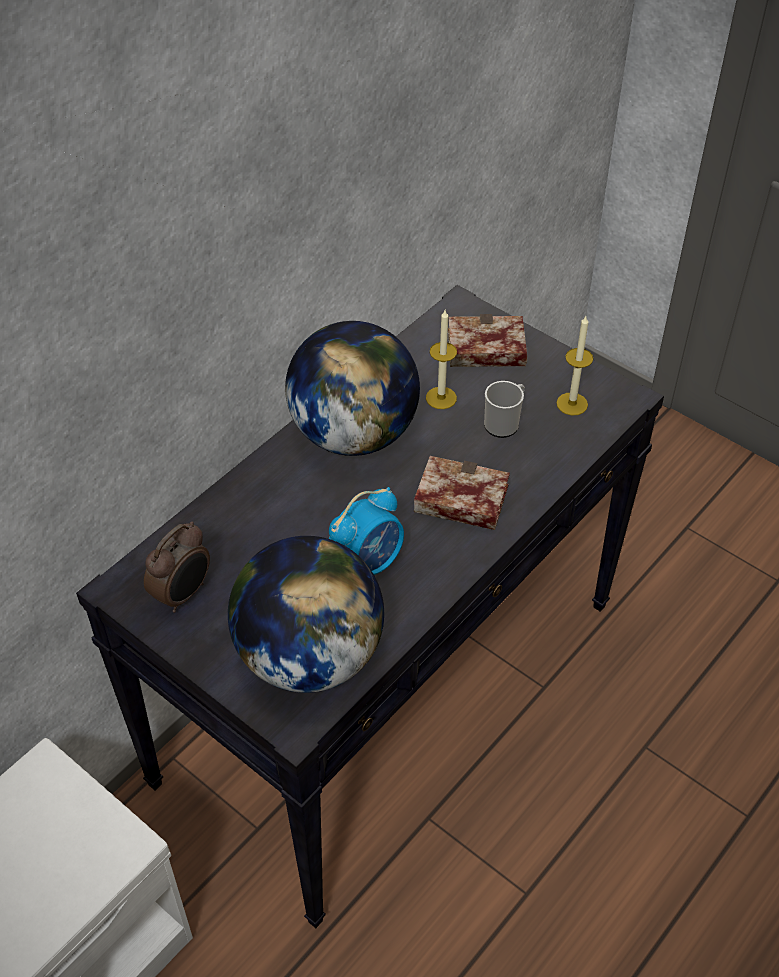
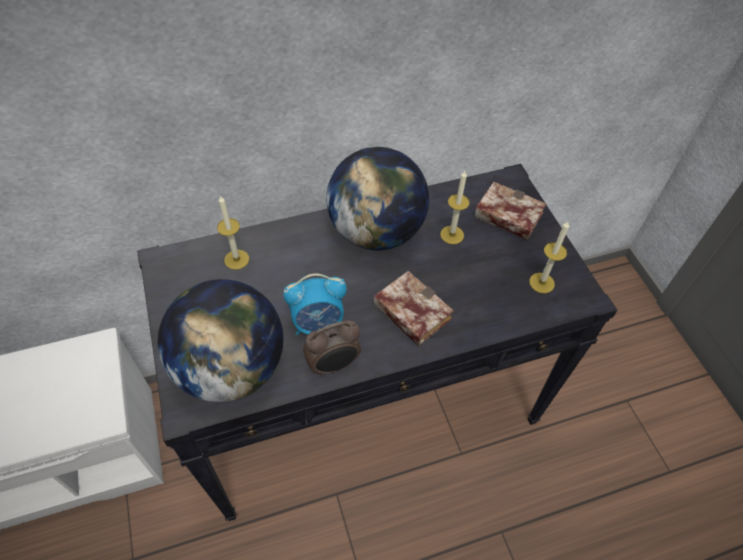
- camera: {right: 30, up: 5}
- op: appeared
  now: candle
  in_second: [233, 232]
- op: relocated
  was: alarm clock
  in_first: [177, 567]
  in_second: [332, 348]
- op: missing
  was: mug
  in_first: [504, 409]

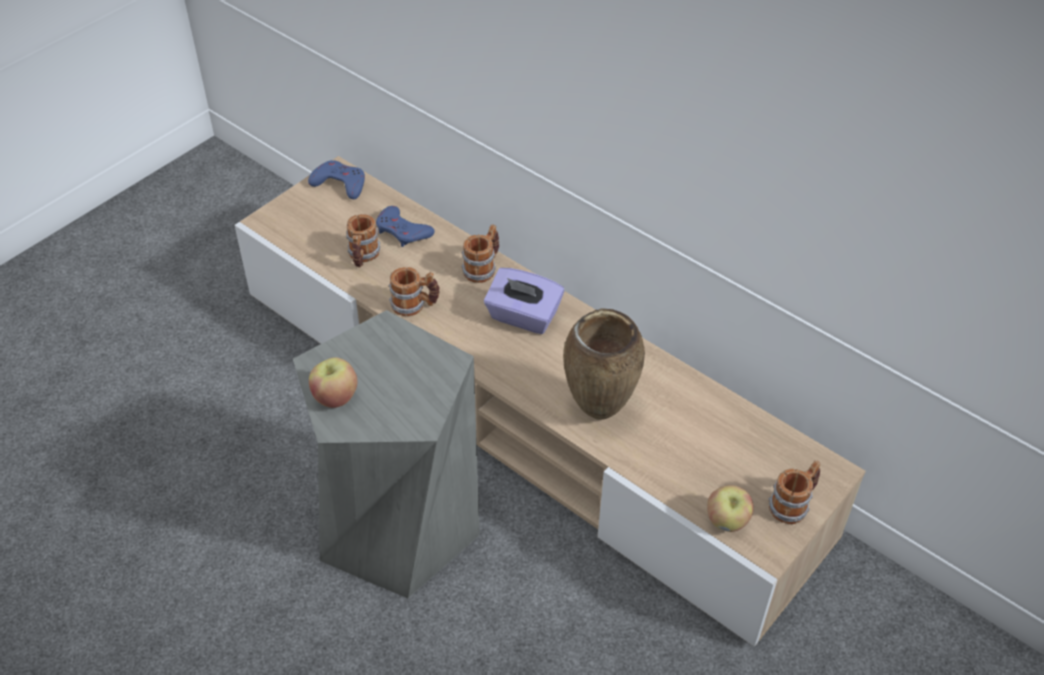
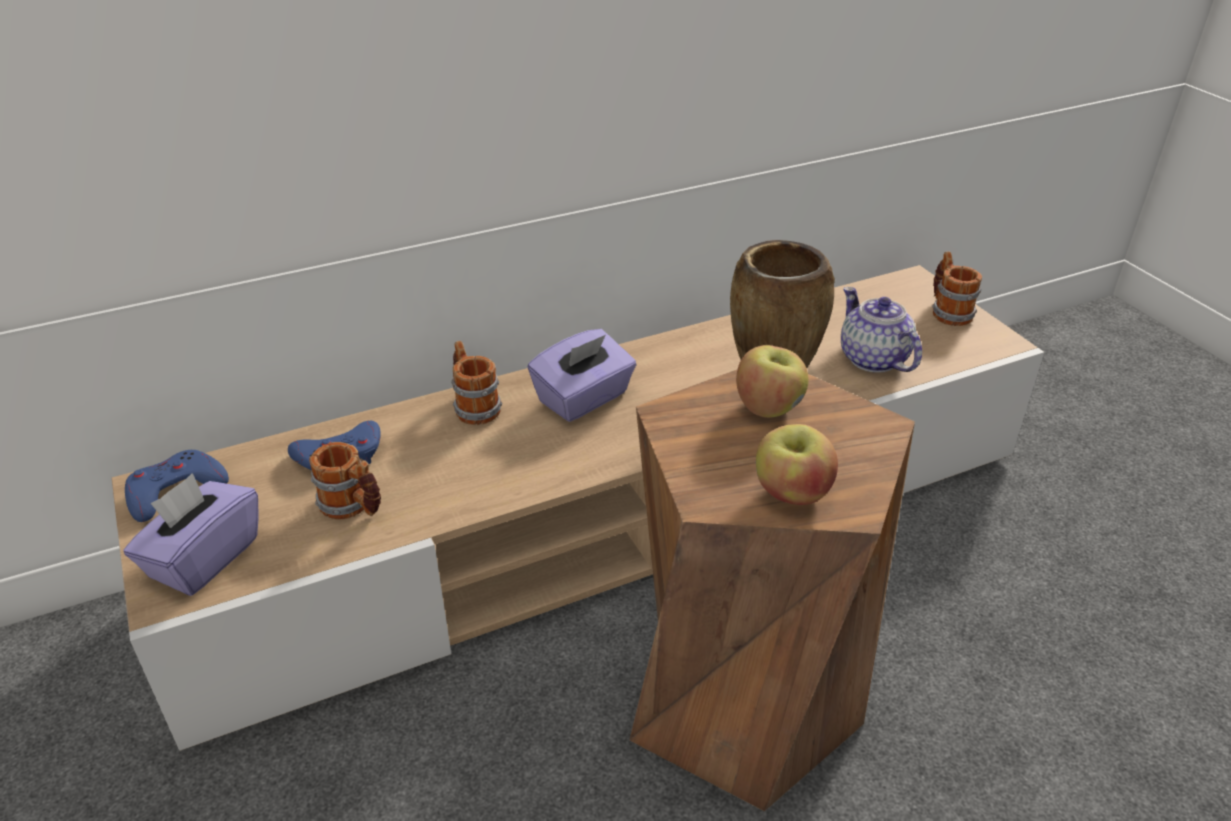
- camera: {right: -65, up: -10}
- op: appeared
  now: tissue box (purple)
  in_second: [191, 534]
- op: colour
  was: stool (grey)
  now: stool (brown)
  in_first: [386, 454]
  in_second: [772, 590]
- op: relocated
  was: apple
  in_first: [730, 508]
  in_second: [772, 381]
- op: appeared
  now: teapot
  in_second: [881, 330]
- op: missing
  was: mug
  in_first: [414, 291]

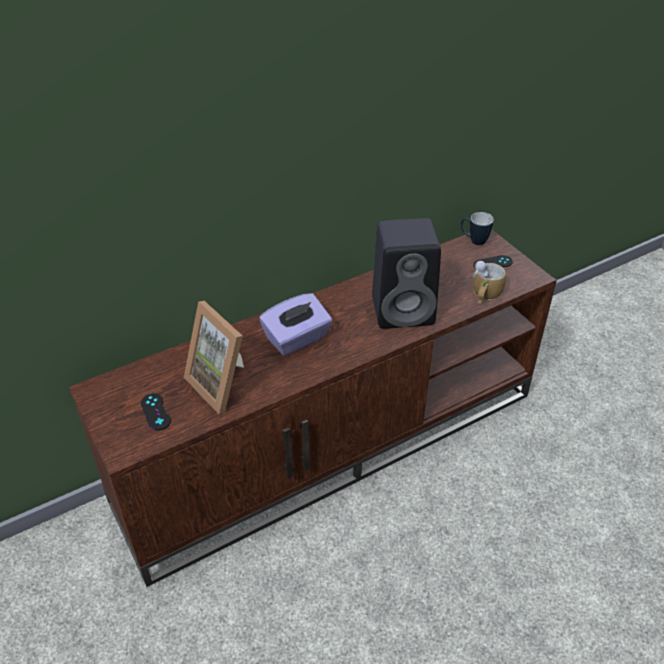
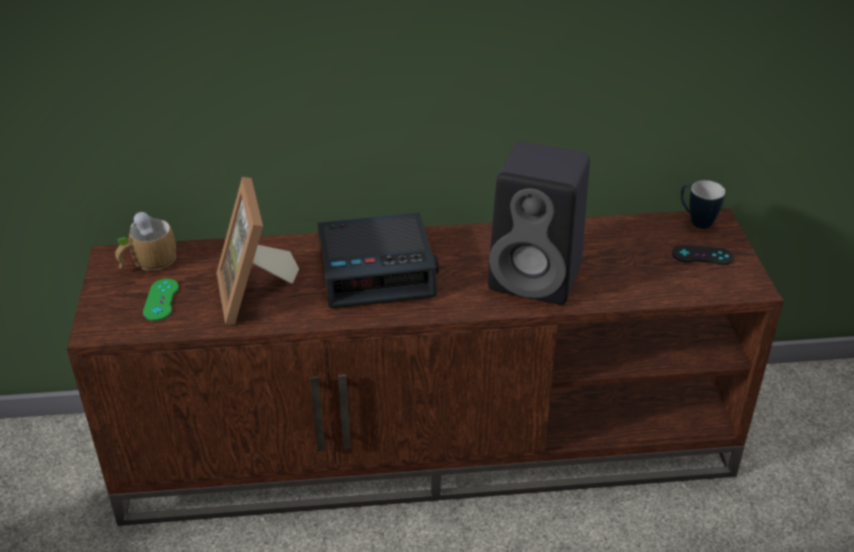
- camera: {right: 25, up: -5}
- op: relocated
  was: mug
  in_first: [489, 282]
  in_second: [145, 241]
- op: colour
  was: game controller (black)
  now: game controller (green)
  in_first: [156, 412]
  in_second: [161, 300]
- op: exchanged
  was: tissue box (purple)
  now: alarm clock
  in_first: [295, 324]
  in_second: [378, 260]

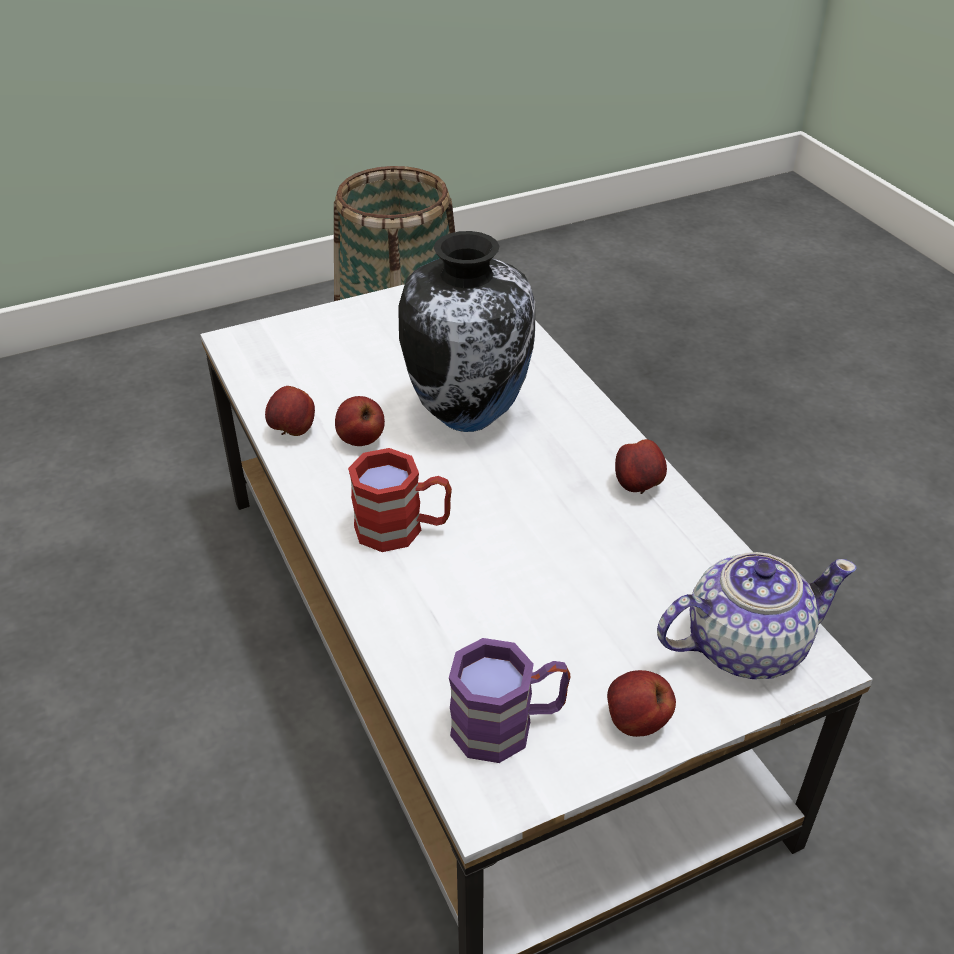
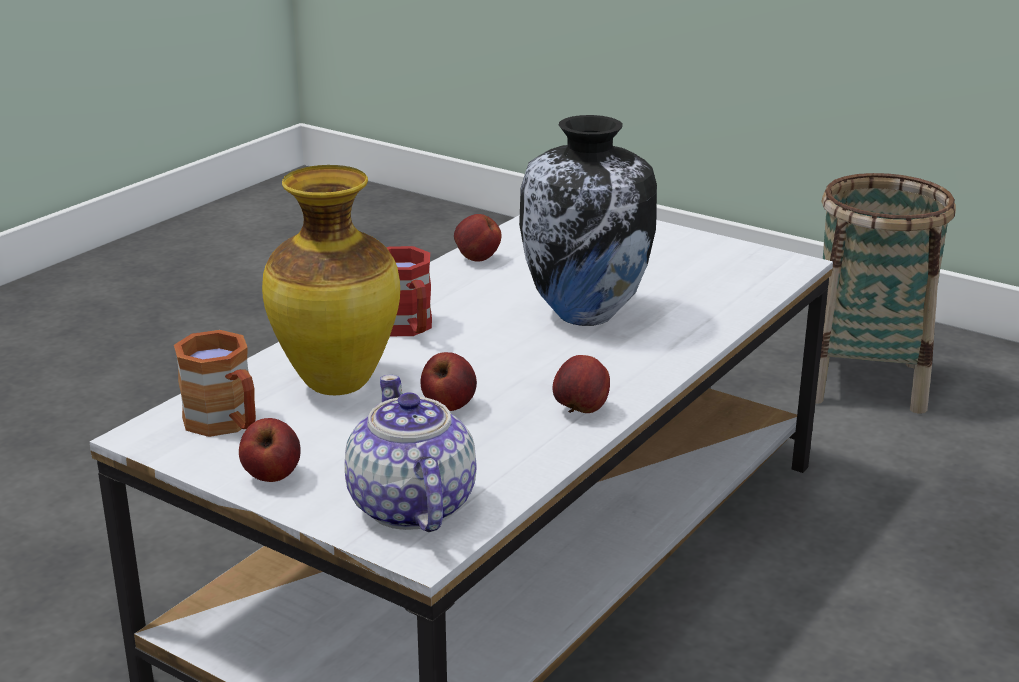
- camera: {right: 60, up: -15}
- op: colour
  was: mug (purple)
  now: mug (brown)
  in_first: [509, 700]
  in_second: [215, 383]
- op: appeared
  now: vase
  in_second: [331, 280]
- op: spun
  was: teapot
  in_first: [757, 615]
  in_second: [411, 453]
  clockwise: -150
- op: relocated
  was: apple
  in_first: [360, 421]
  in_second: [448, 381]

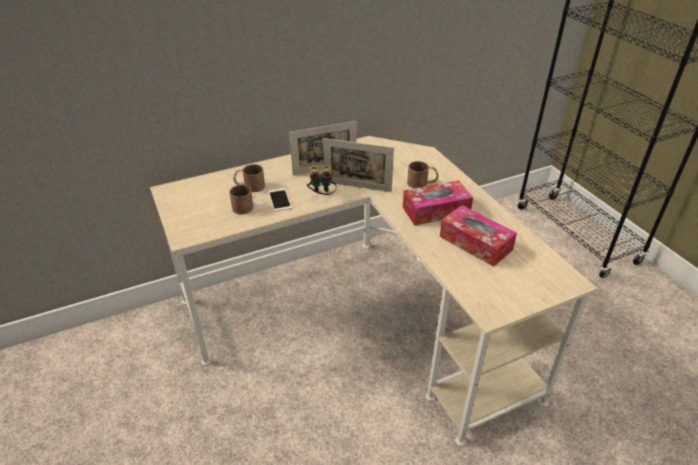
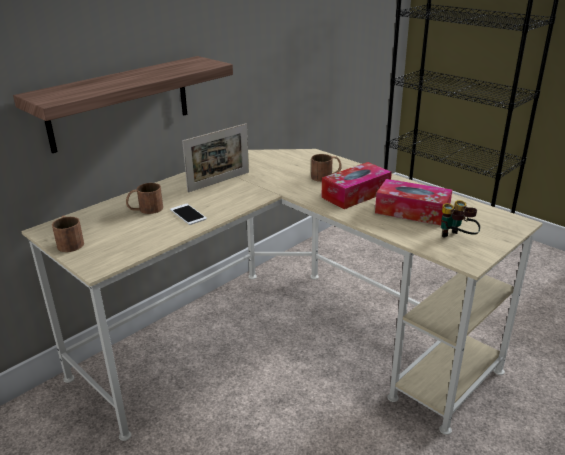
- camera: {right: -20, up: -10}
- op: appeared
  now: shelf
  in_second: [123, 104]
- op: relocated
  was: mug (brown)
  in_first: [241, 198]
  in_second: [68, 233]
- op: relocated
  was: binoculars
  in_first: [321, 180]
  in_second: [460, 218]
- op: missing
  was: picture frame
  in_first: [358, 165]

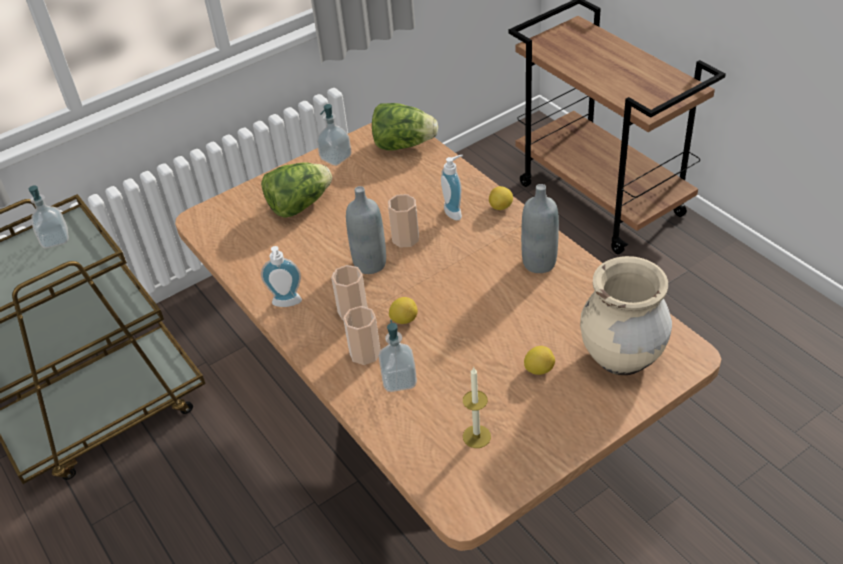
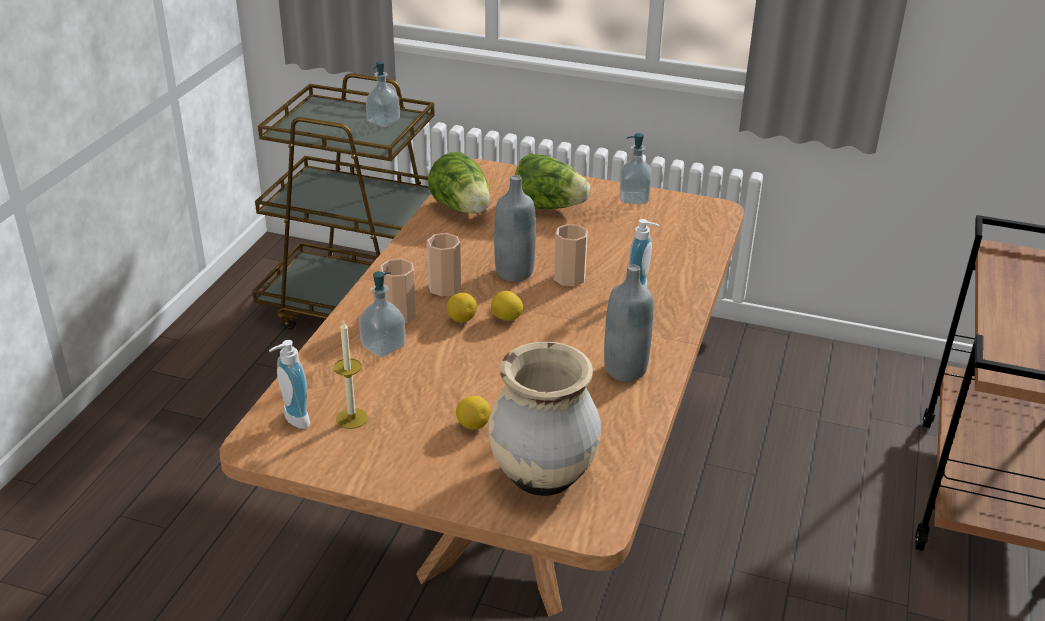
- camera: {right: 50, up: -10}
- op: relocated
  was: soap dispenser
  in_first: [281, 276]
  in_second: [289, 384]
- op: relocated
  was: lettuce
  in_first: [405, 126]
  in_second: [459, 183]
- op: relocated
  was: lemon
  in_first: [501, 198]
  in_second: [507, 306]

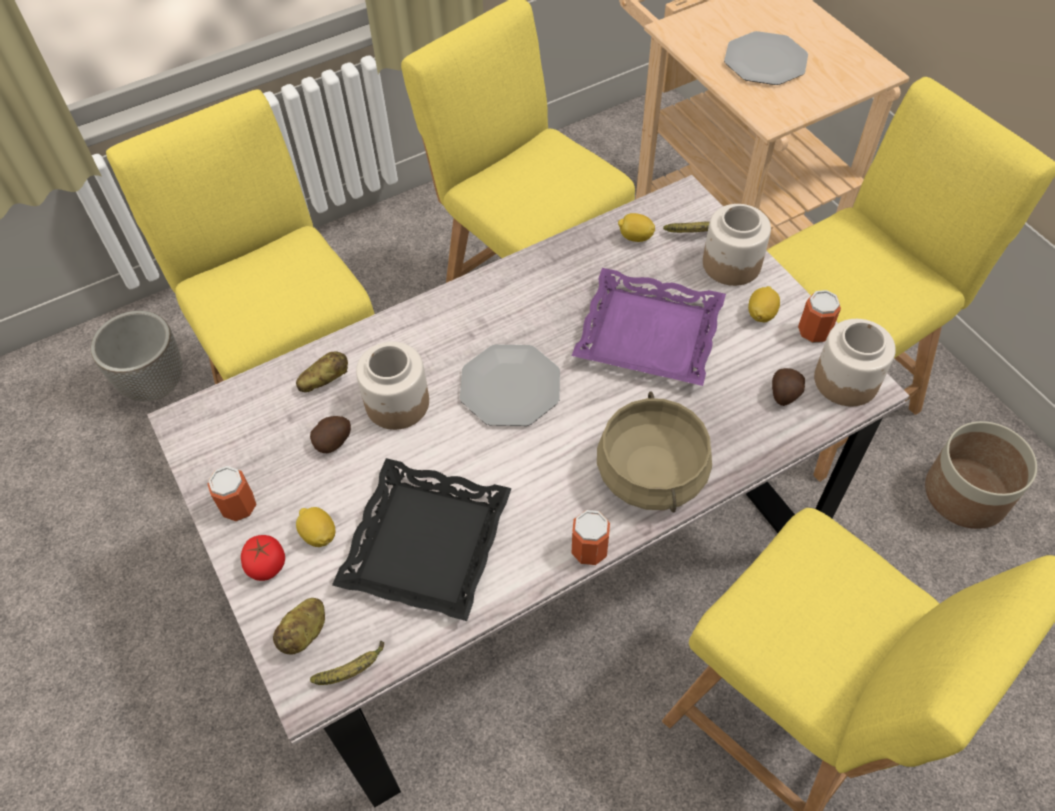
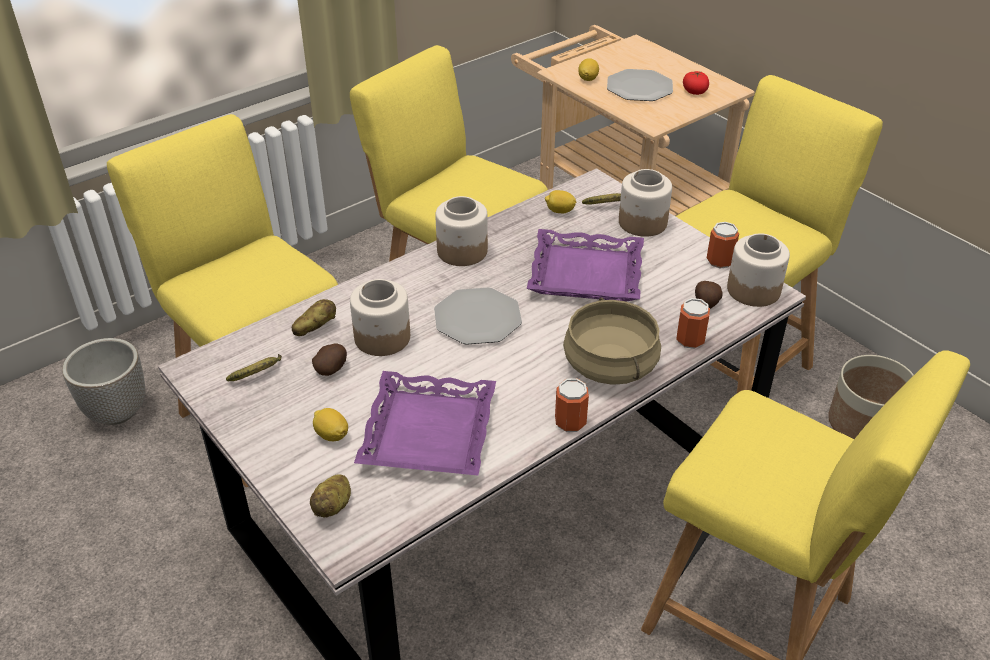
- camera: {right: -10, up: -15}
- op: relocated
  was: banana
  in_first: [347, 663]
  in_second: [254, 367]
- op: colour
  was: tray (black)
  now: tray (purple)
  in_first: [422, 539]
  in_second: [425, 423]
- op: appeared
  now: jar
  in_second: [461, 231]
- op: relocated
  was: lemon
  in_first: [764, 304]
  in_second: [588, 69]
- op: relocated
  was: can
  in_first: [232, 493]
  in_second: [693, 323]
- op: relocated
  was: tomato
  in_first: [263, 558]
  in_second: [696, 83]

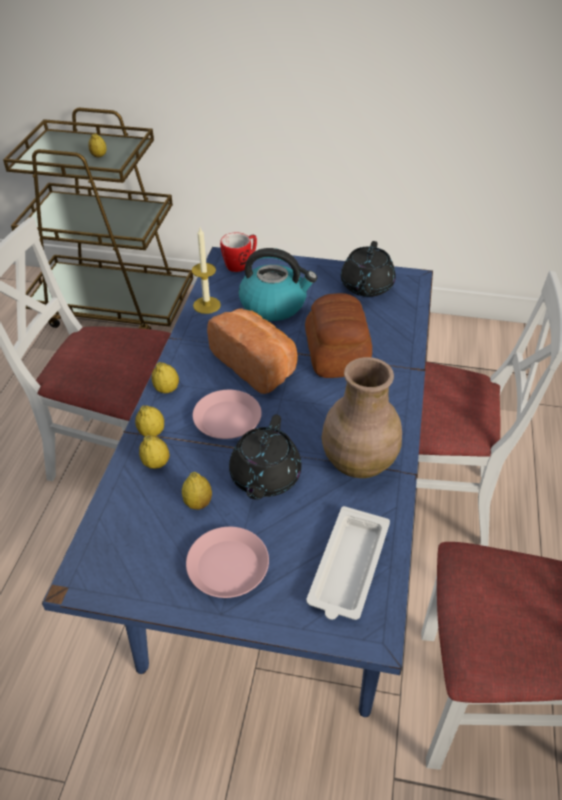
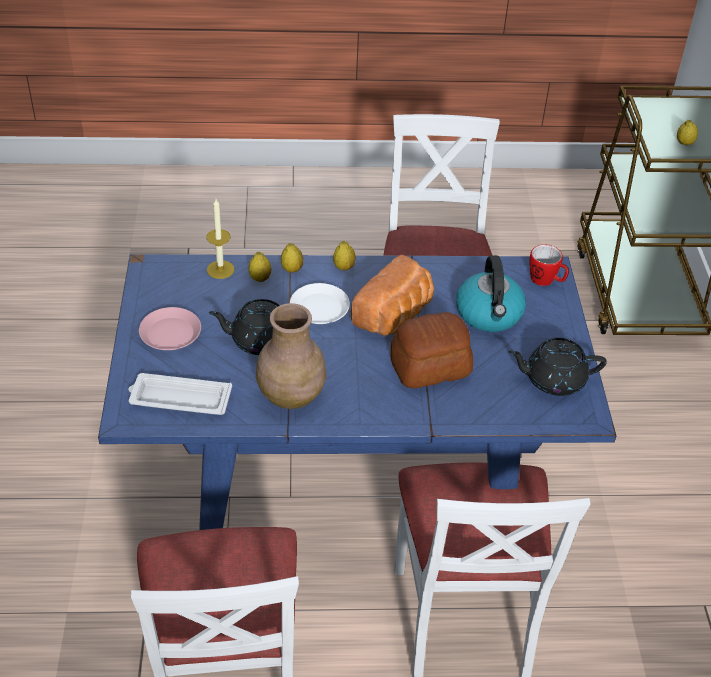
- camera: {right: 75, up: 0}
- op: relocated
  was: candle
  in_first: [206, 271]
  in_second: [220, 239]
- op: colour
  was: plate (pink)
  now: plate (white)
  in_first: [227, 414]
  in_second: [320, 303]
- op: missing
  was: lemon
  in_first: [197, 491]

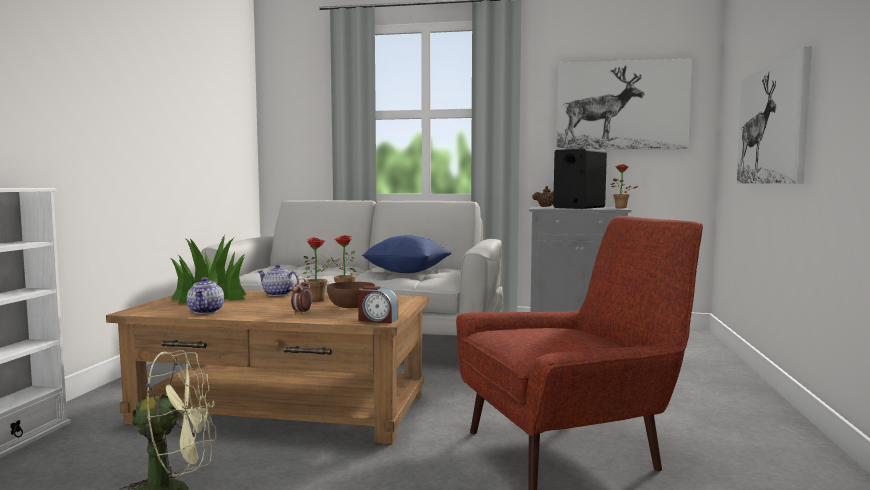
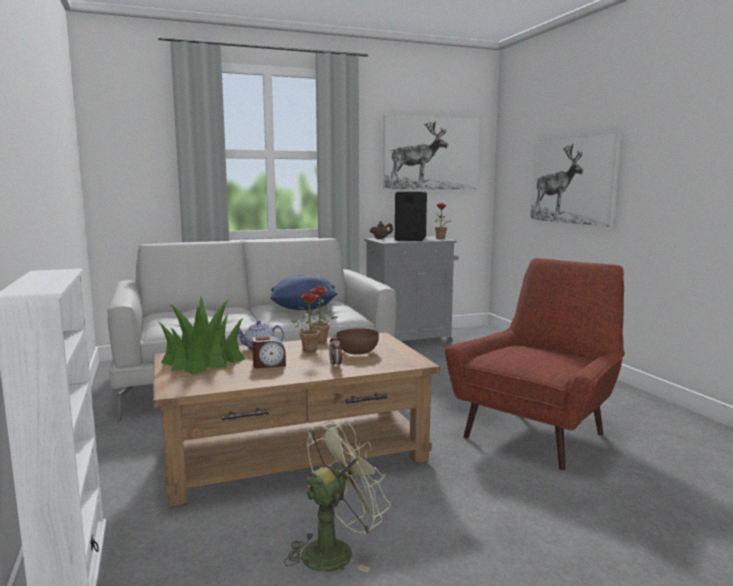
- camera: {right: -30, up: 5}
- op: relocated
  was: alarm clock
  in_first: [378, 305]
  in_second: [269, 352]
- op: missing
  was: teapot
  in_first: [205, 295]

